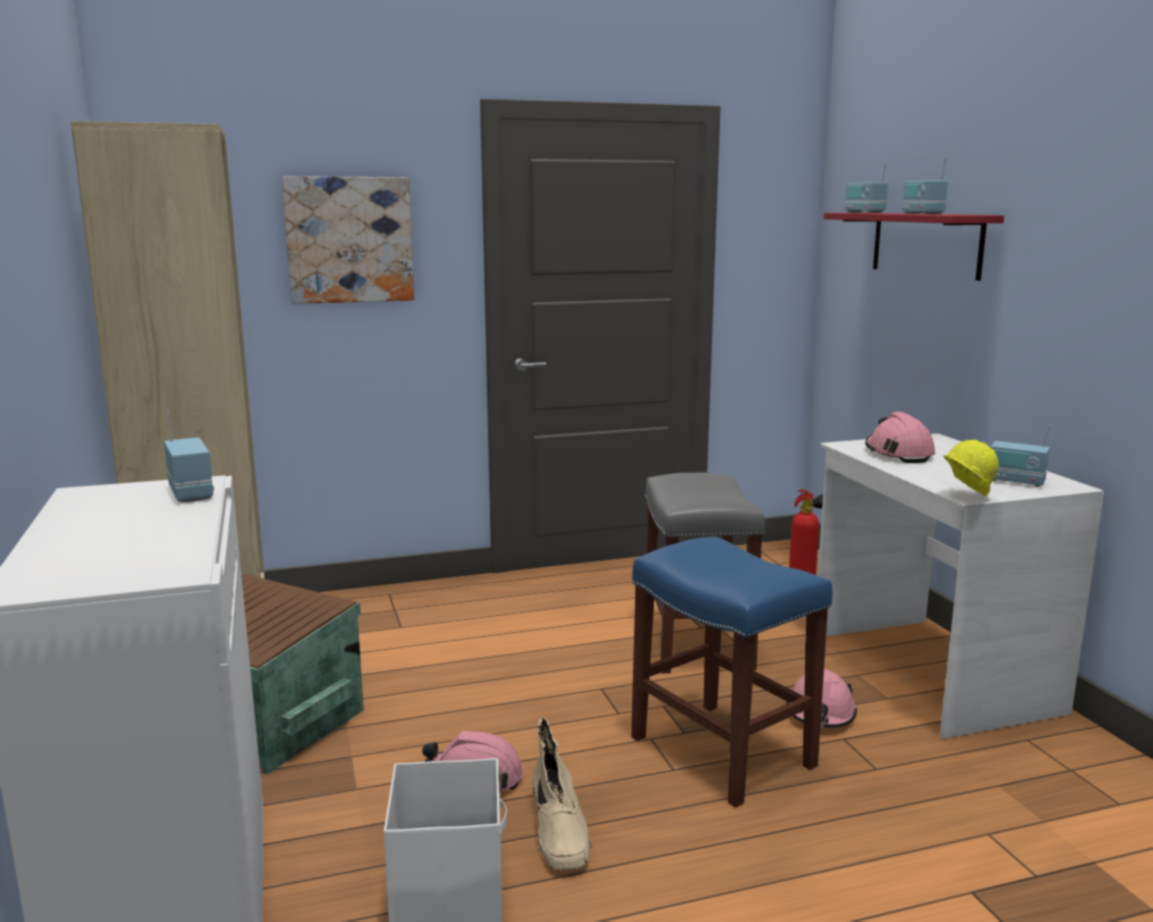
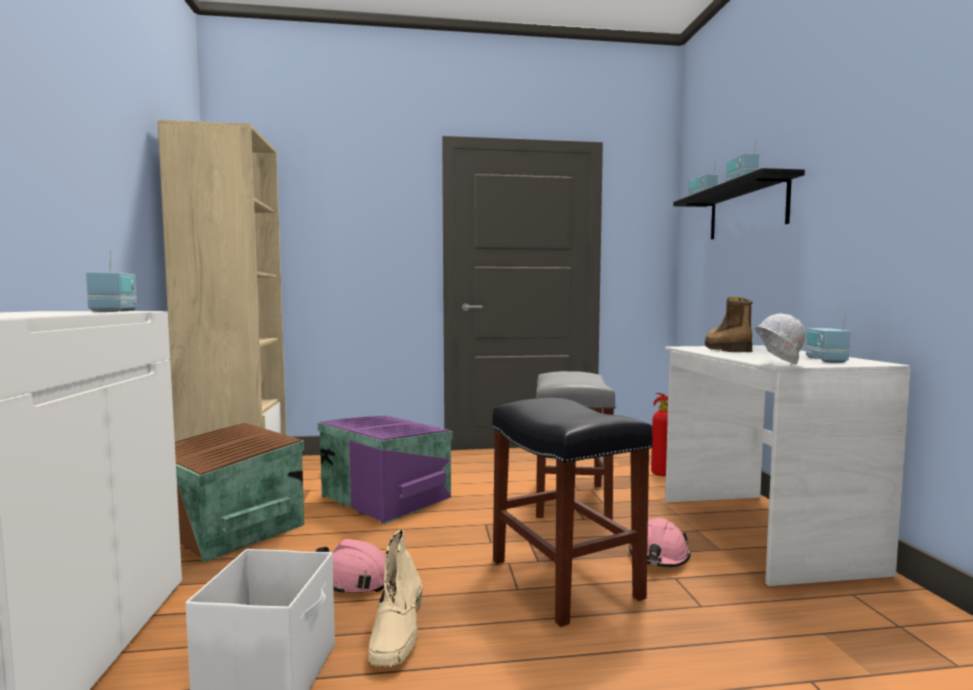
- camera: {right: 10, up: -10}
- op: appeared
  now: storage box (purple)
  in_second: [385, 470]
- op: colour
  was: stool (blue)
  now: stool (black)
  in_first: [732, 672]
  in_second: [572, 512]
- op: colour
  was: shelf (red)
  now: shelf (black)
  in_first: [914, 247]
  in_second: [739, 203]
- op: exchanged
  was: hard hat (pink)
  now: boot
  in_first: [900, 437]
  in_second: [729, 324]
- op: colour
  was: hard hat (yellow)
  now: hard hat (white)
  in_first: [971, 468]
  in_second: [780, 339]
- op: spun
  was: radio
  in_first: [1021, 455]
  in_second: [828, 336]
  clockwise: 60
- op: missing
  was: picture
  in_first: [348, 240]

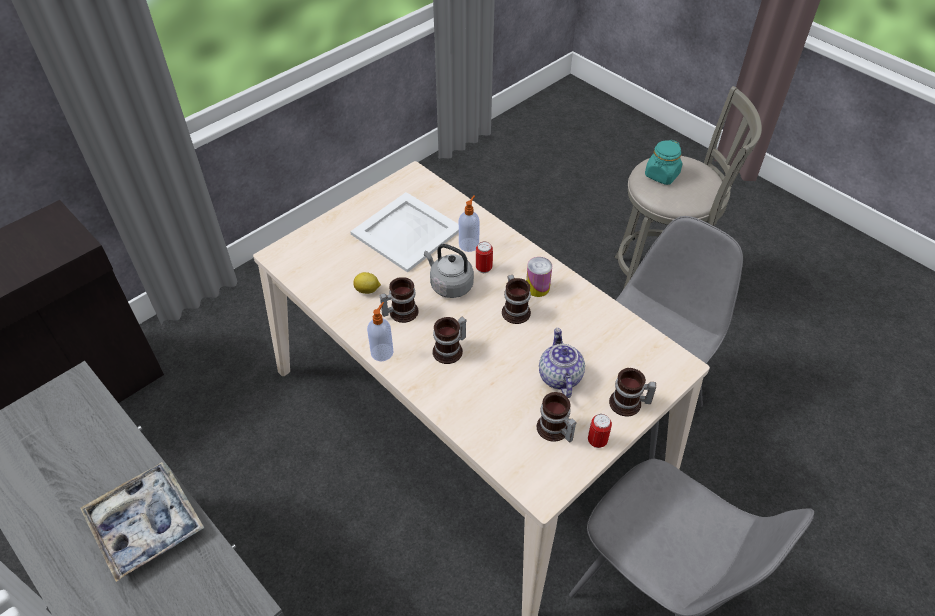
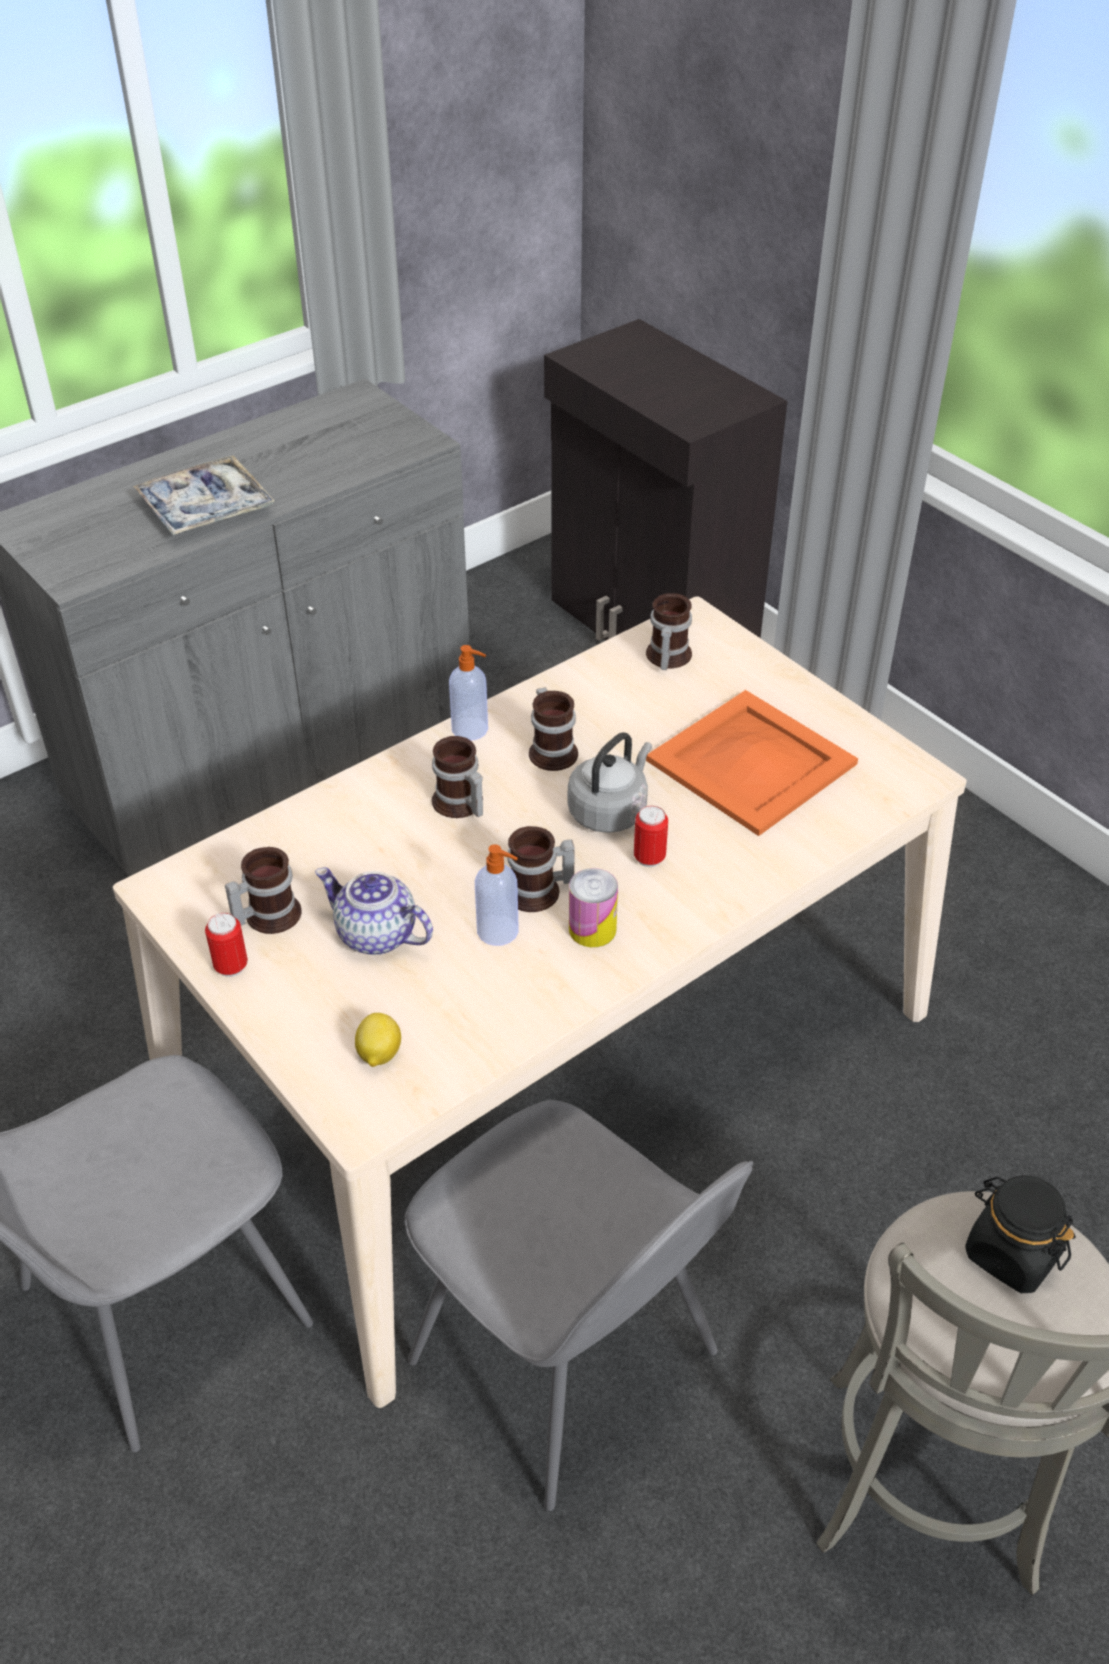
- camera: {right: 95, up: -5}
- op: spun
  was: teapot
  in_first: [562, 363]
  in_second: [374, 911]
  clockwise: -150
- op: relocated
  was: lemon
  in_first: [367, 283]
  in_second: [378, 1040]
- op: relocated
  was: soap dispenser
  in_first: [469, 223]
  in_second: [497, 895]
- op: relocated
  was: mug
  in_first: [632, 392]
  in_second: [669, 631]
- op: colour
  was: tray (white)
  now: tray (orange)
  in_first: [404, 232]
  in_second: [752, 763]
- op: colour
  was: jar (turquoise)
  now: jar (black)
  in_first: [663, 162]
  in_second: [1020, 1234]

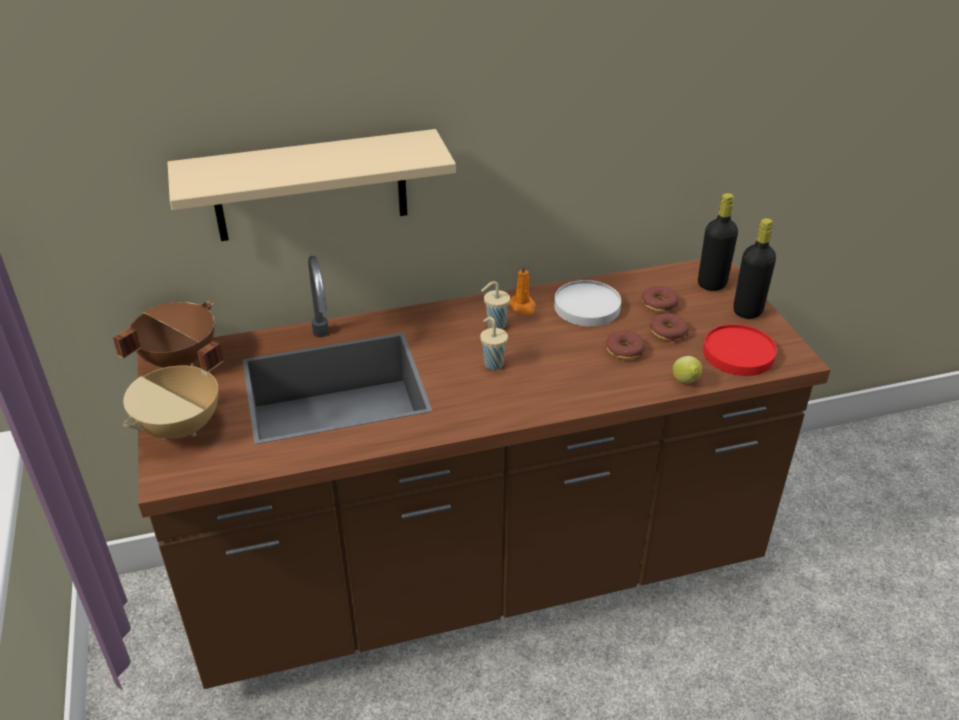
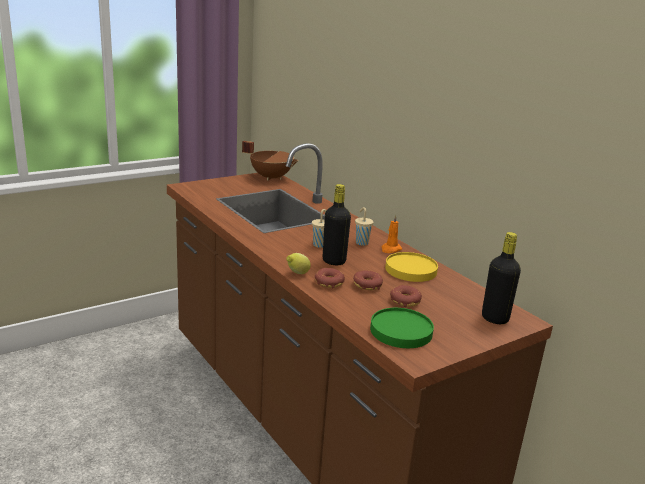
- camera: {right: 70, up: -15}
- op: relocated
  was: lemon
  in_first: [687, 369]
  in_second: [298, 263]
- op: relocated
  was: donut
  in_first: [660, 299]
  in_second: [330, 278]
- op: relocated
  was: bottle (black)
  in_first: [754, 268]
  in_second: [337, 224]
- op: colour
  was: plate (red)
  now: plate (green)
  in_first: [740, 350]
  in_second: [402, 328]
- op: colour
  was: plate (white)
  now: plate (yellow)
  in_first: [587, 303]
  in_second: [411, 267]
- op: missing
  was: cooking pot (beige)
  in_first: [173, 390]
- op: missing
  was: shelf (beige)
  in_first: [311, 185]

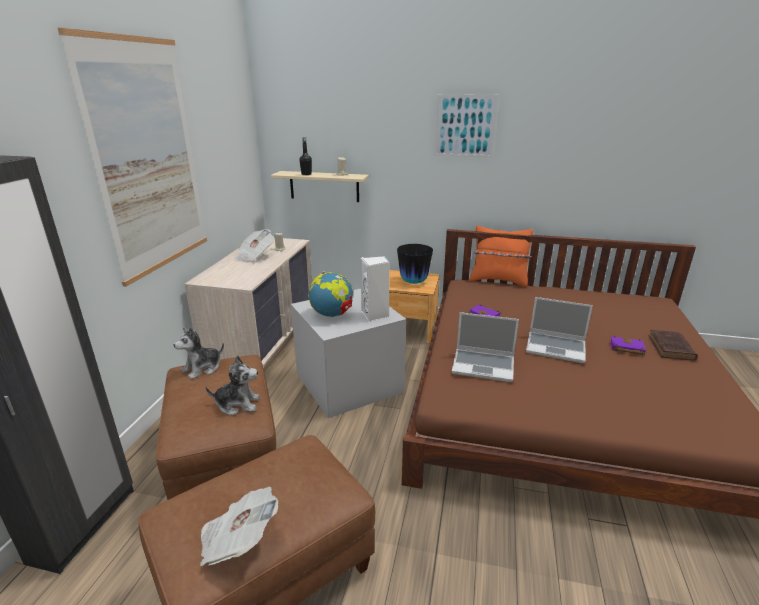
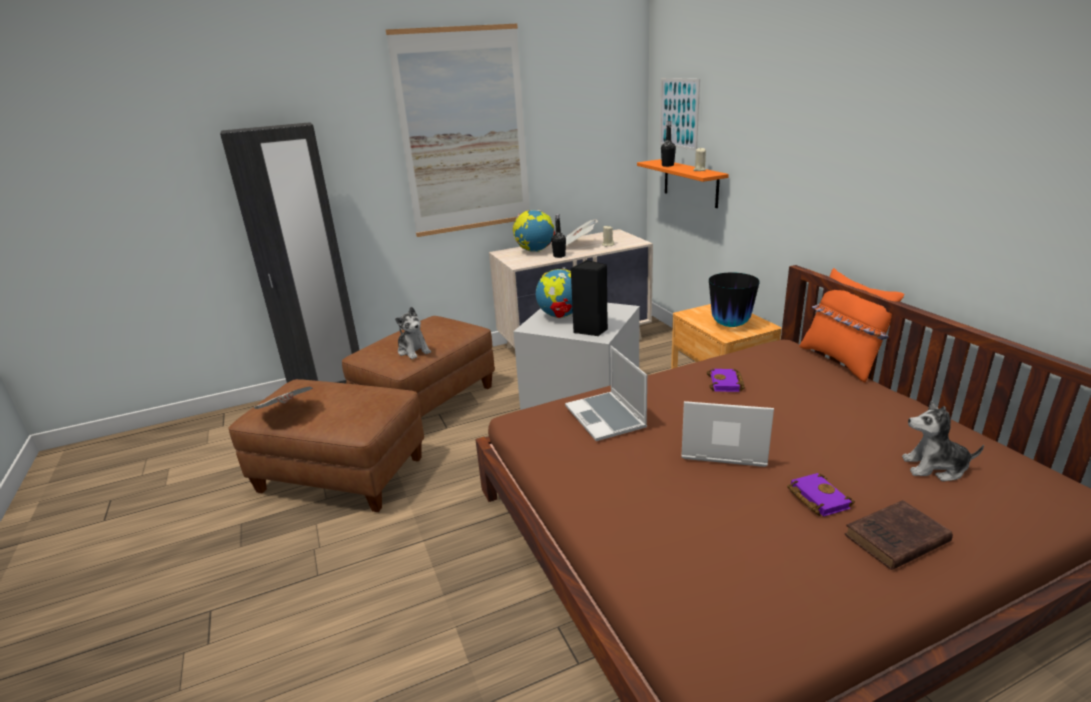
- camera: {right: 55, up: 0}
- op: appeared
  now: globe
  in_second: [534, 231]
- op: appeared
  now: bottle (black)
  in_second: [558, 236]
- op: colour
  was: speaker (white)
  now: speaker (black)
  in_first: [375, 289]
  in_second: [589, 298]
- op: colour
  was: shelf (beige)
  now: shelf (orange)
  in_first: [320, 186]
  in_second: [683, 183]
- op: relocated
  was: picture
  in_first: [466, 126]
  in_second: [679, 114]
- op: spun
  was: laptop
  in_first: [559, 330]
  in_second: [727, 434]
  clockwise: 120
- op: relocated
  was: plush toy
  in_first: [198, 353]
  in_second: [943, 441]

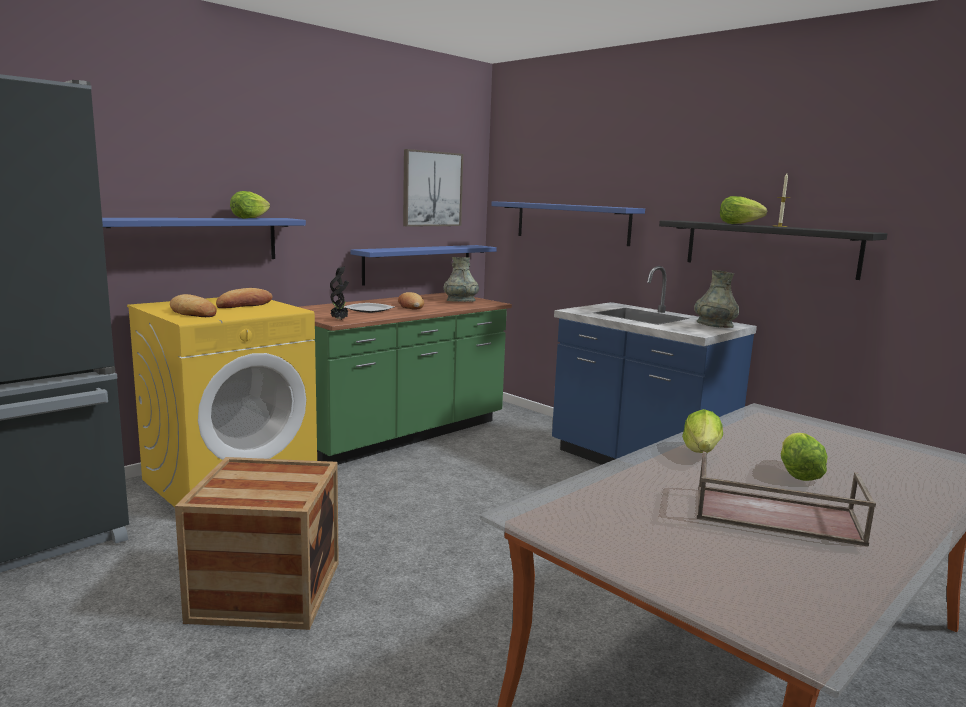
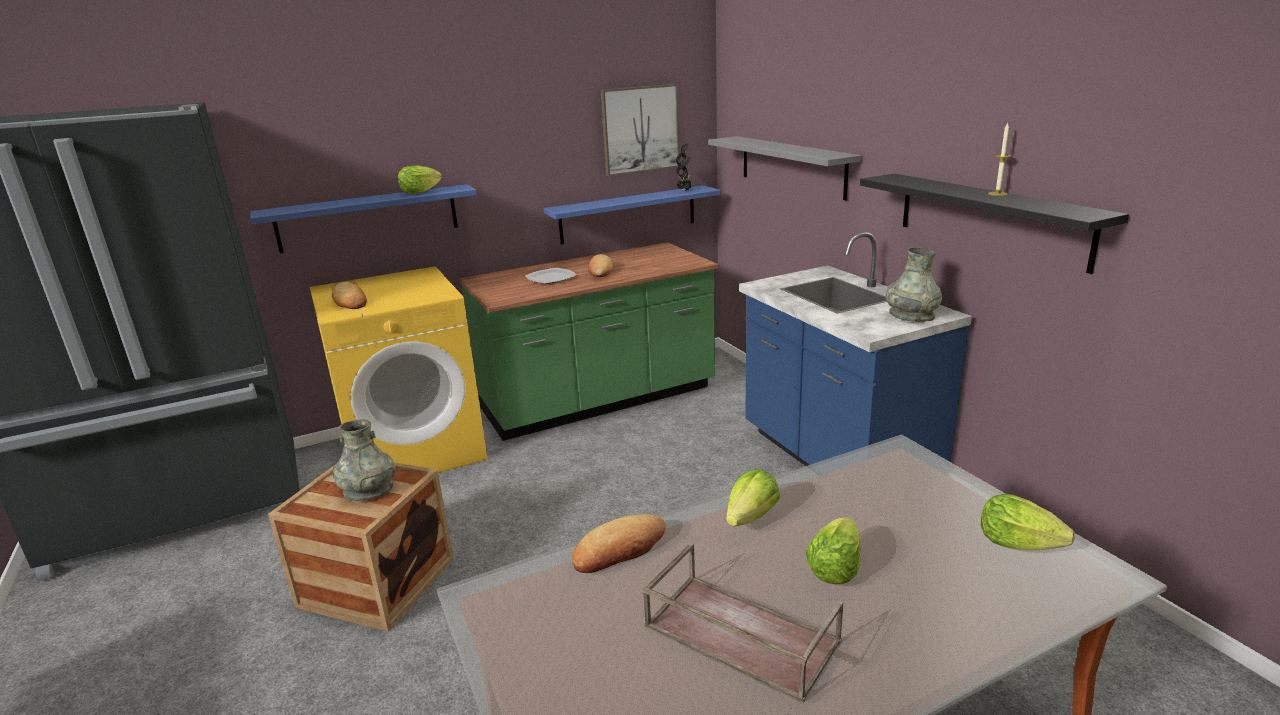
- camera: {right: 20, up: 10}
- op: relocated
  was: vase (grey)
  in_first: [461, 279]
  in_second: [364, 460]
- op: relocated
  was: bread
  in_first: [244, 298]
  in_second: [619, 543]
- op: relocated
  was: potted plant
  in_first: [339, 293]
  in_second: [684, 167]
- op: colour
  was: shelf (blue)
  now: shelf (grey)
  in_first: [568, 224]
  in_second: [784, 168]
- op: relocated
  was: lettuce
  in_first: [743, 210]
  in_second: [1028, 522]

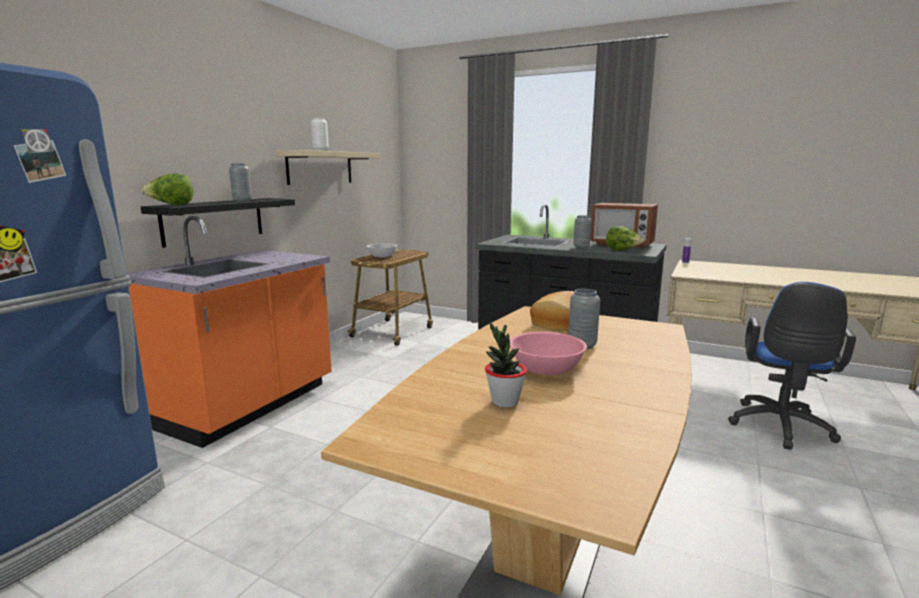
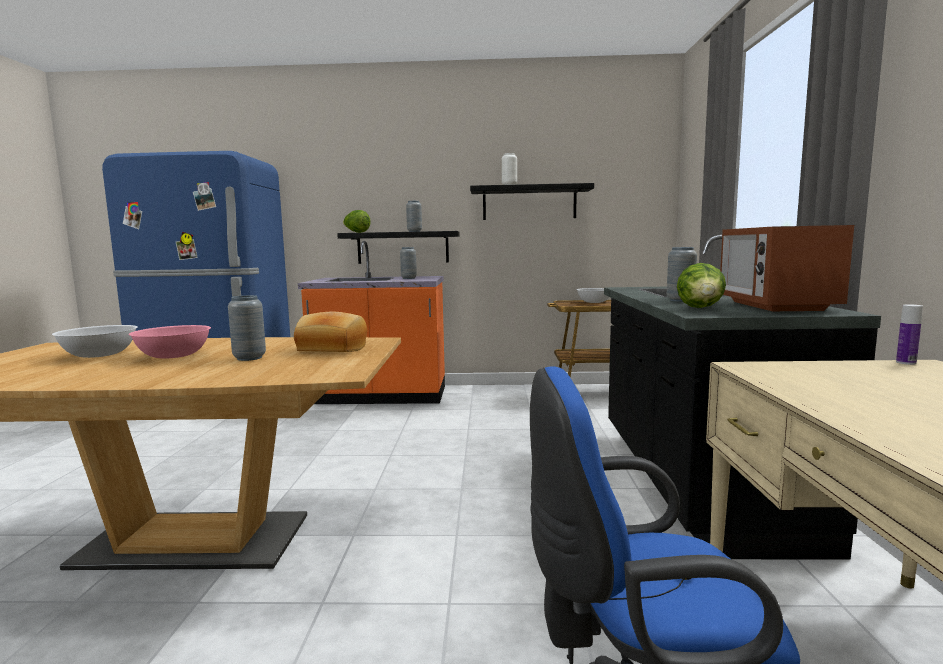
- camera: {right: 65, up: -5}
- op: exchanged
  was: potted plant
  now: bowl (white)
  in_first: [506, 365]
  in_second: [94, 341]
- op: appeared
  now: vase (grey)
  in_second: [408, 263]
- op: colour
  was: shelf (beige)
  now: shelf (black)
  in_first: [327, 167]
  in_second: [532, 201]

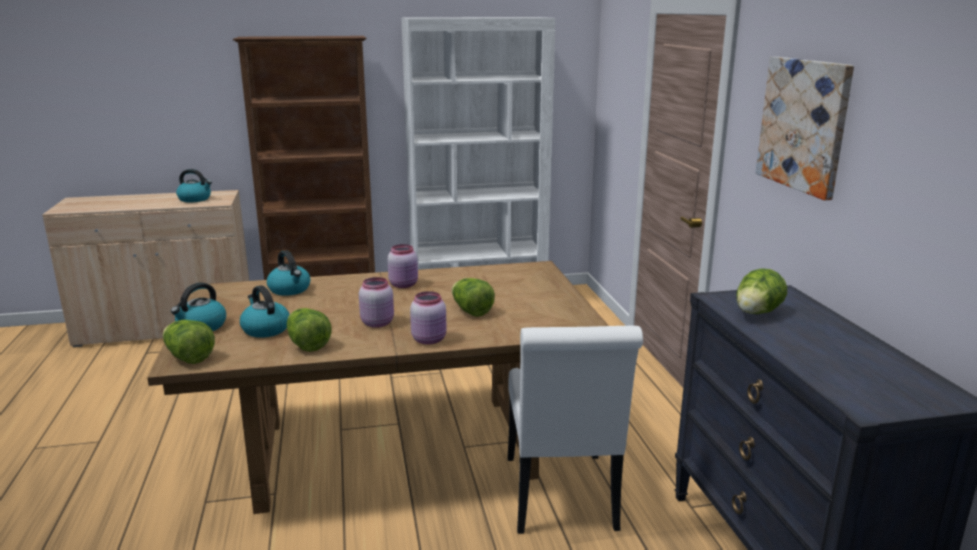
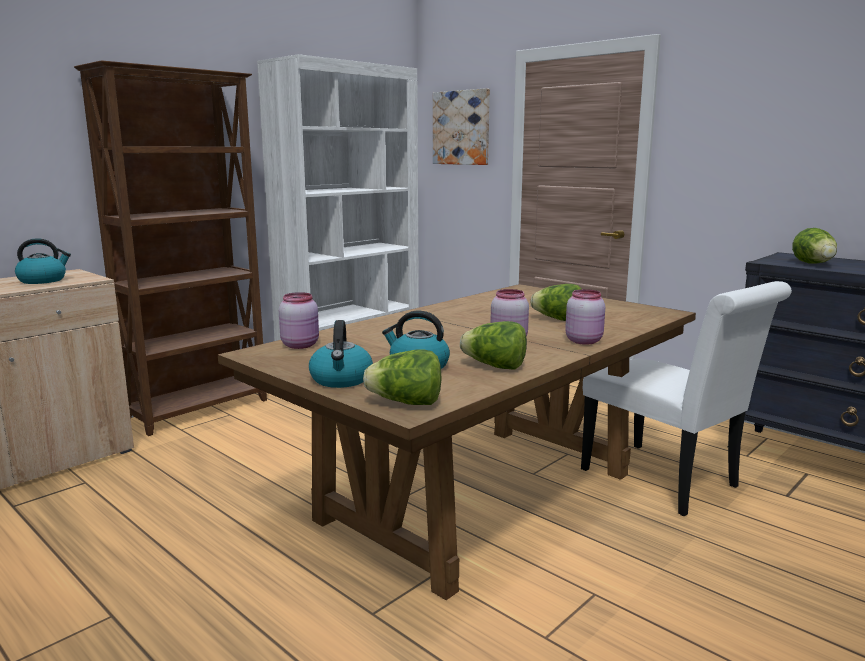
- camera: {right: -35, up: -5}
- op: relocated
  was: jar (pink)
  in_first: [403, 266]
  in_second: [299, 320]
- op: relocated
  was: picture
  in_first: [805, 128]
  in_second: [461, 126]
- op: missing
  was: kettle
  in_first: [288, 273]

